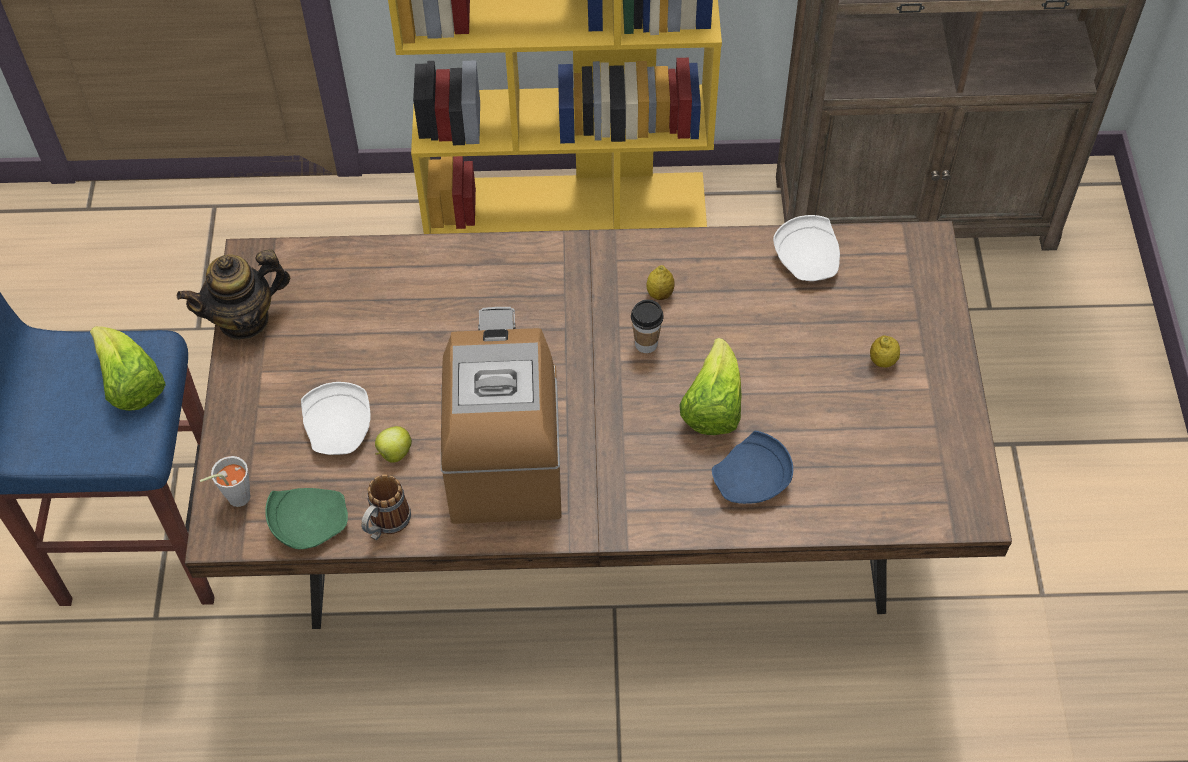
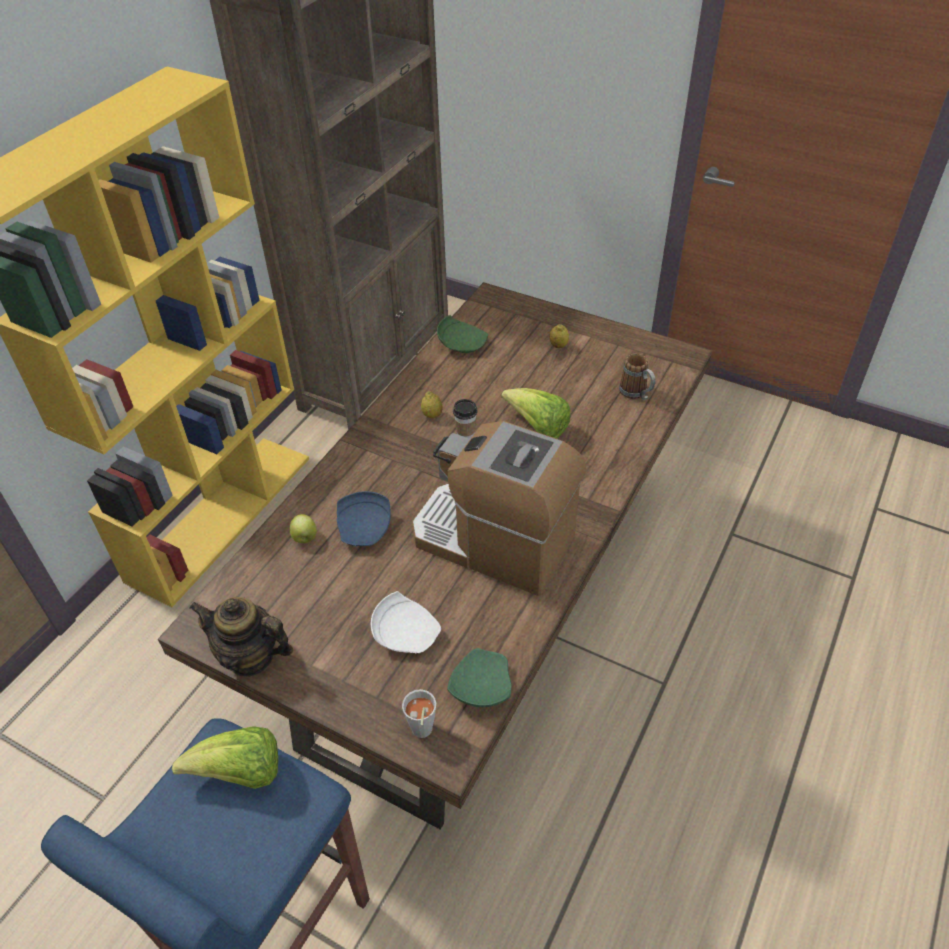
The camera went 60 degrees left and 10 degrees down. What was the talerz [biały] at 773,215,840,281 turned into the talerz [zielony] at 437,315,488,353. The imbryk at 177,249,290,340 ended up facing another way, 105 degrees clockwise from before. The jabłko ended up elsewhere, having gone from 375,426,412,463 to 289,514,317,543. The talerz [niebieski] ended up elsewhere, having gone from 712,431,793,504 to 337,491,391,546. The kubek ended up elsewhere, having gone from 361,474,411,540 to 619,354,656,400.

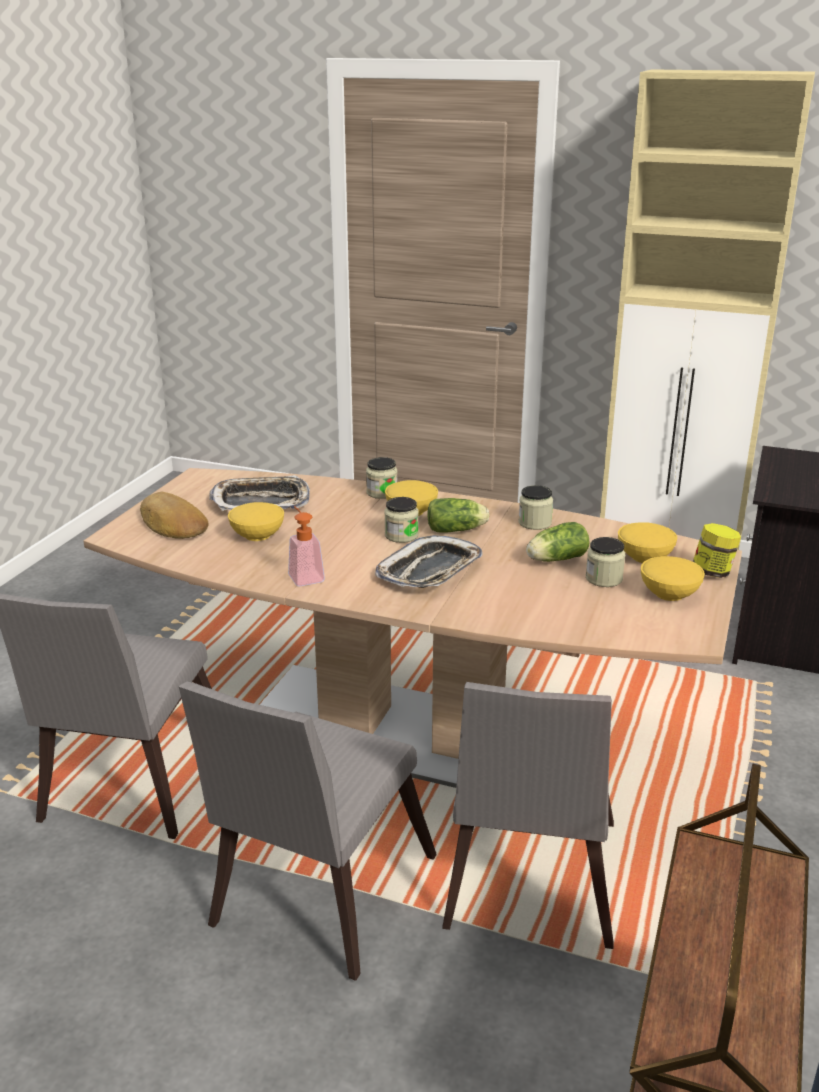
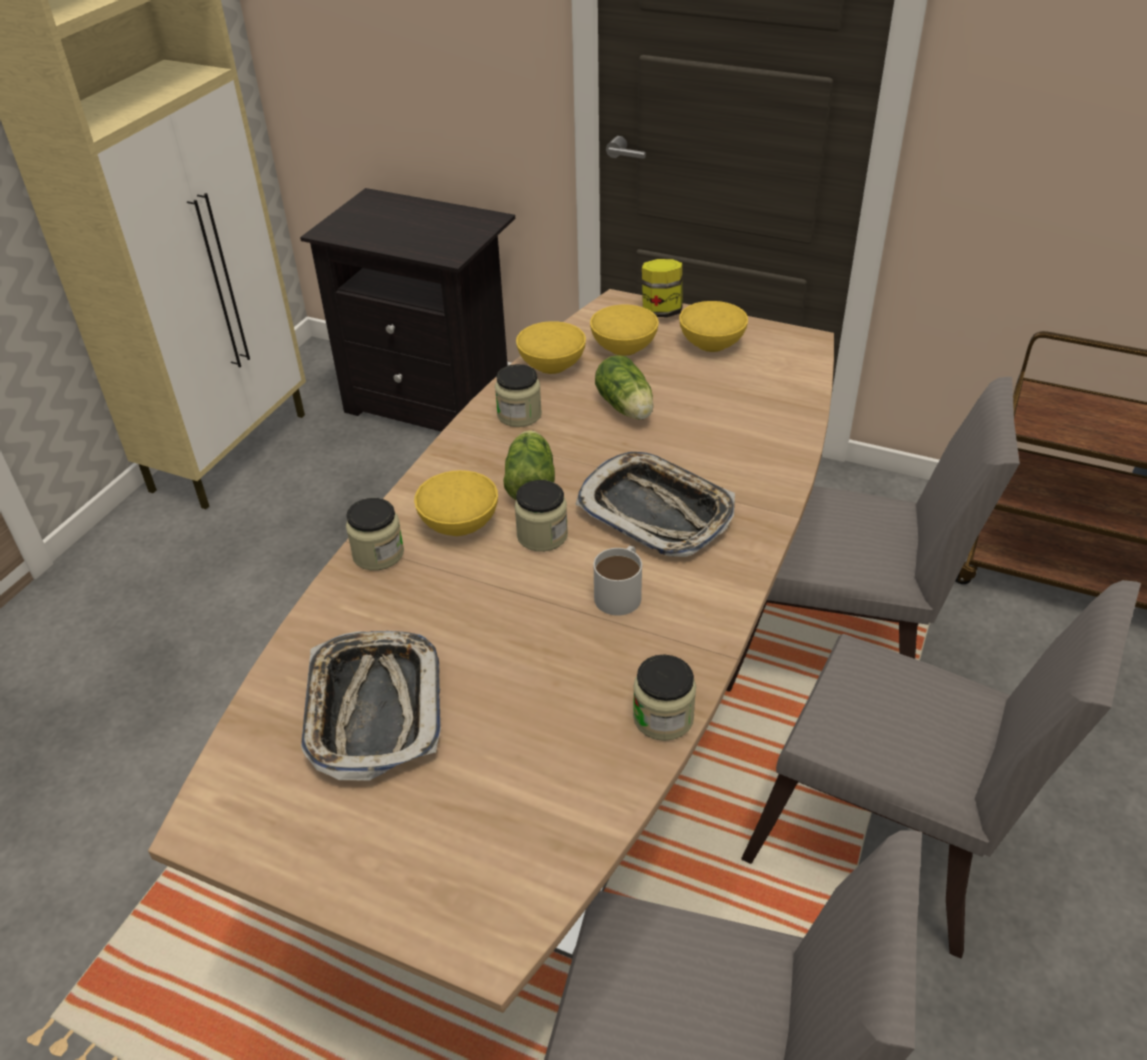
The camera went 85 degrees left and 15 degrees up. The second view lost the chleb at 140,492,209,539. The miska [żółty] ended up elsewhere, having gone from 228,502,284,541 to 516,321,586,374. The second view lost the dozownik mydła at 288,506,325,586. The słoik ended up elsewhere, having gone from 586,537,625,587 to 633,655,696,741. The second view gained the kubek [biały] at 594,546,642,616.

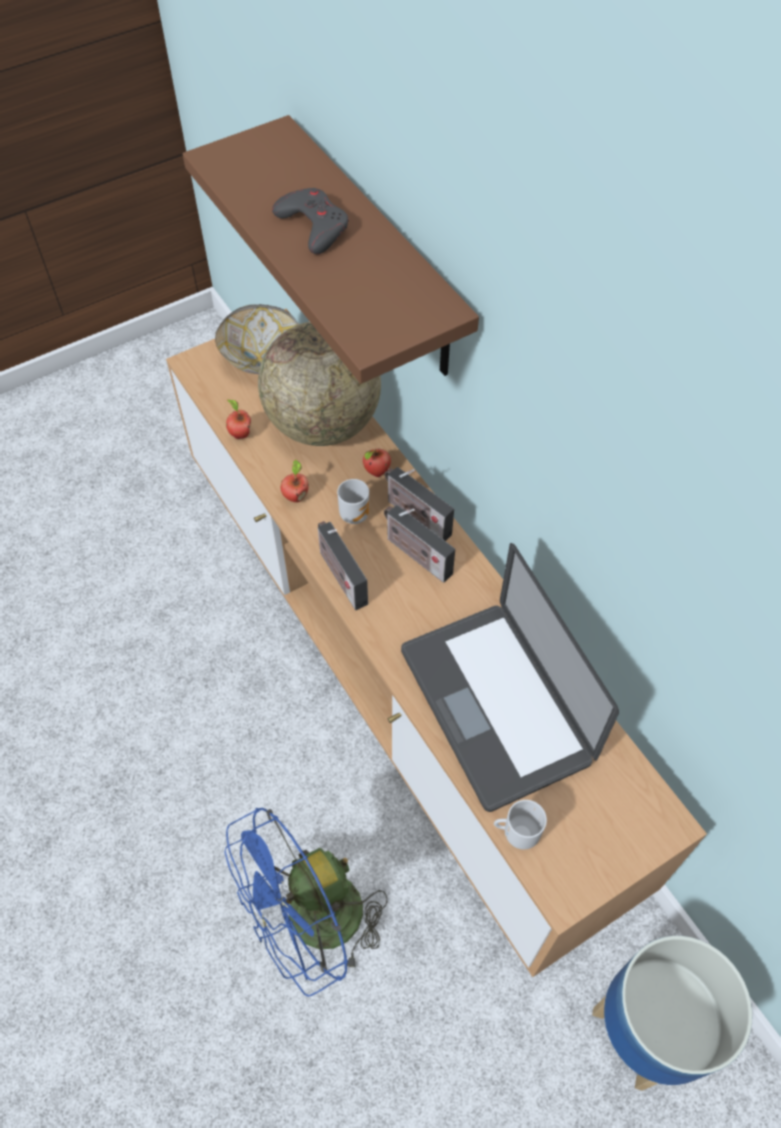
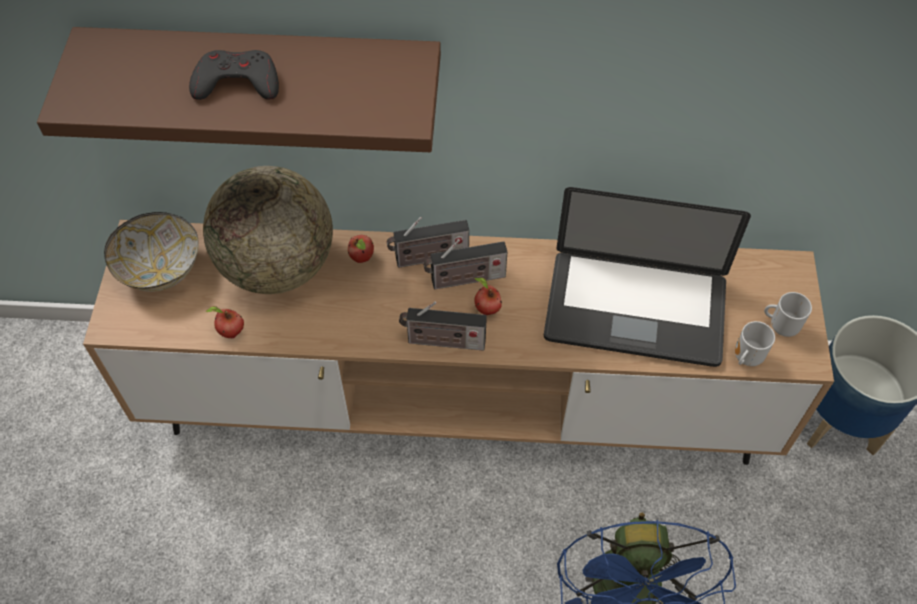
The camera went 55 degrees left and 0 degrees up. The jabłko ended up elsewhere, having gone from 281,459,309,502 to 474,278,502,315. The kubek ended up elsewhere, having gone from 337,479,369,524 to 764,292,812,337.

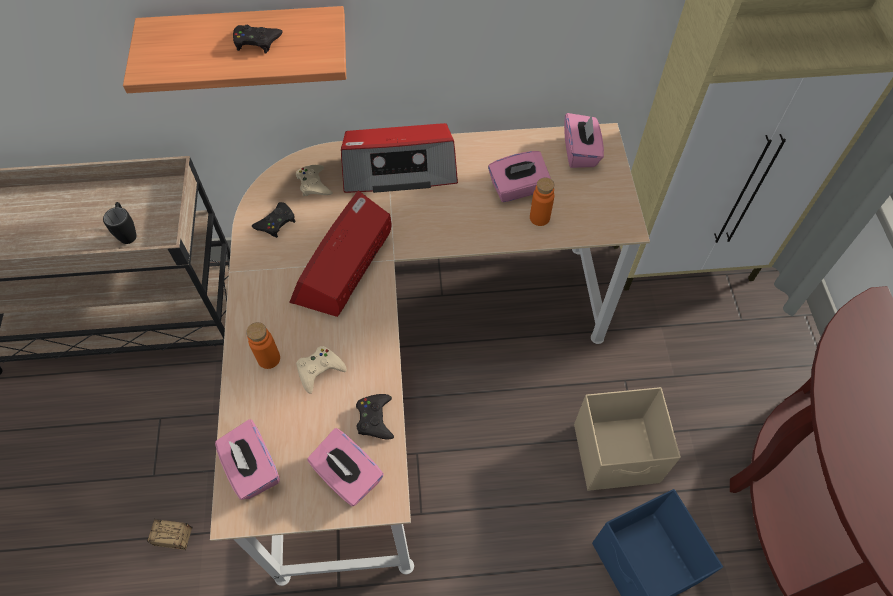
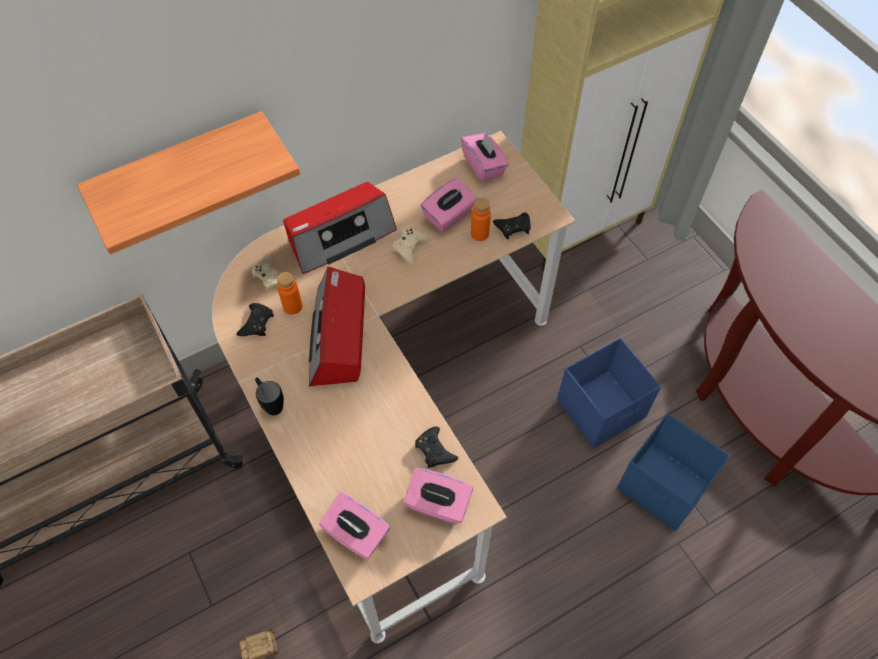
The camera went 25 degrees left and 0 degrees up. The pad do gier [czarny] ended up elsewhere, having gone from 233,25,283,53 to 493,212,530,239. The kubek [czarny] ended up elsewhere, having gone from 103,202,137,244 to 255,378,284,415. The butelka [pomarańczowy] ended up elsewhere, having gone from 246,322,280,369 to 277,272,302,315. The pad do gier [beżowy] ended up elsewhere, having gone from 296,346,347,394 to 393,228,430,264. What was the pojemnik do przechowywania [beżowy] at 574,387,681,491 turned into the pojemnik do przechowywania [niebieski] at 557,338,661,448.

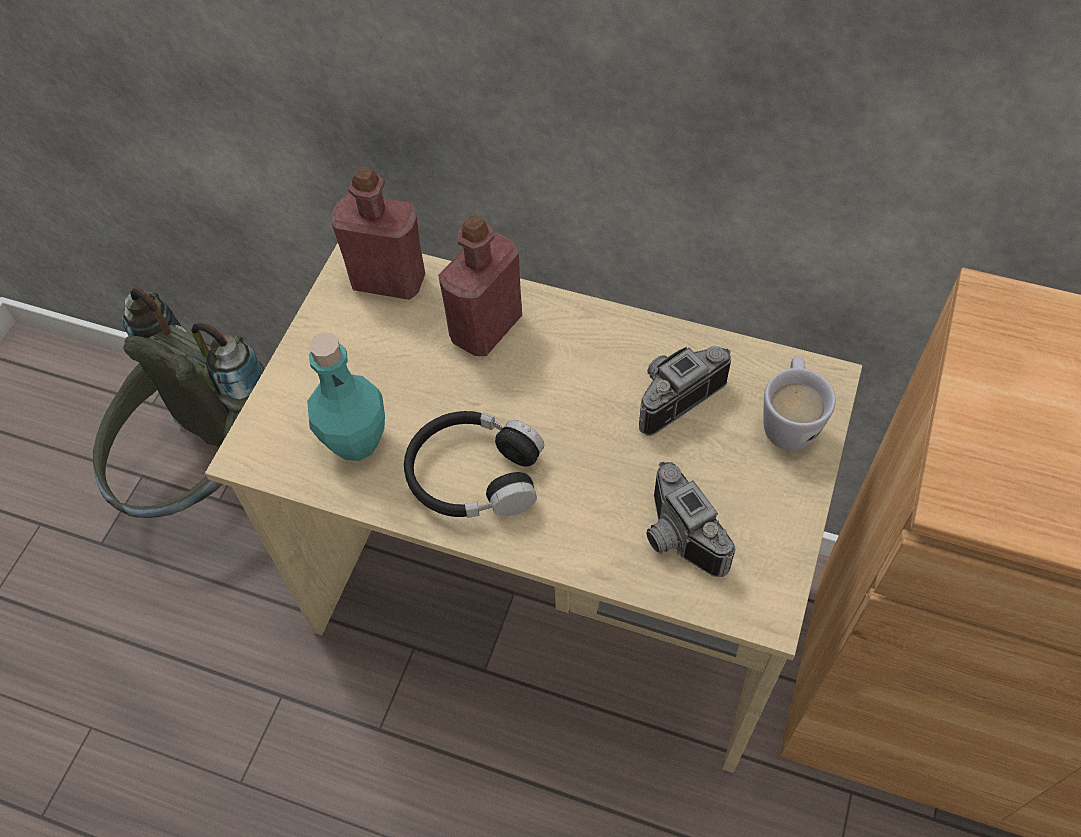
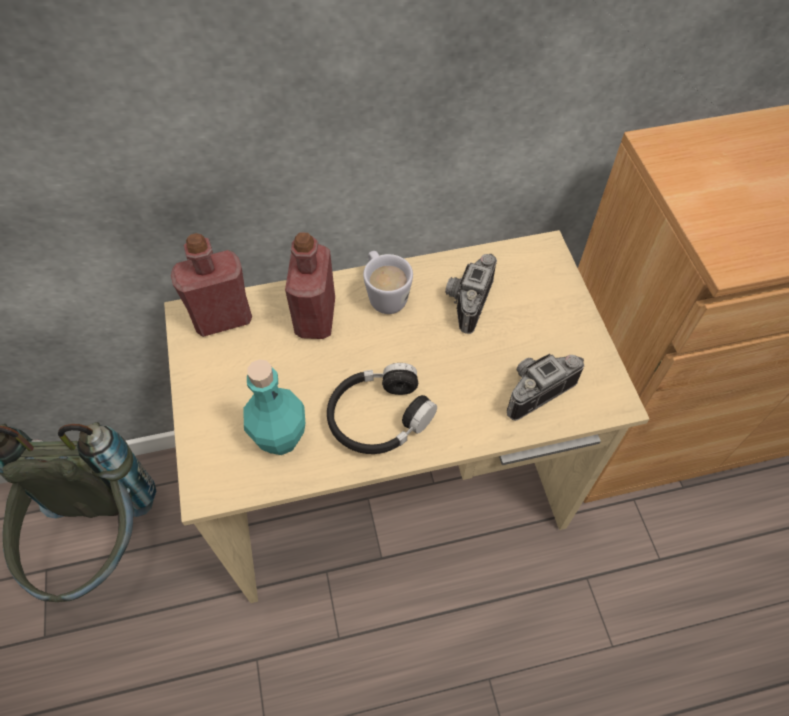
The camera went 35 degrees left and 0 degrees up. The kubek [biały] ended up elsewhere, having gone from 763,357,836,451 to 363,251,413,314. The aparat fotograficzny at 646,461,736,577 ended up facing another way, 120 degrees clockwise from before.

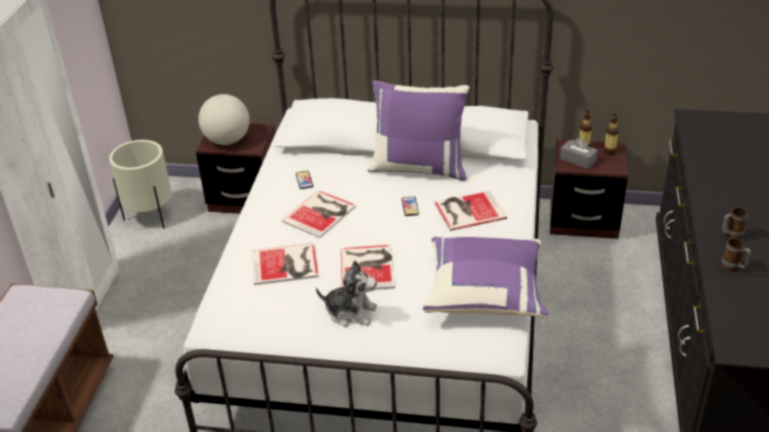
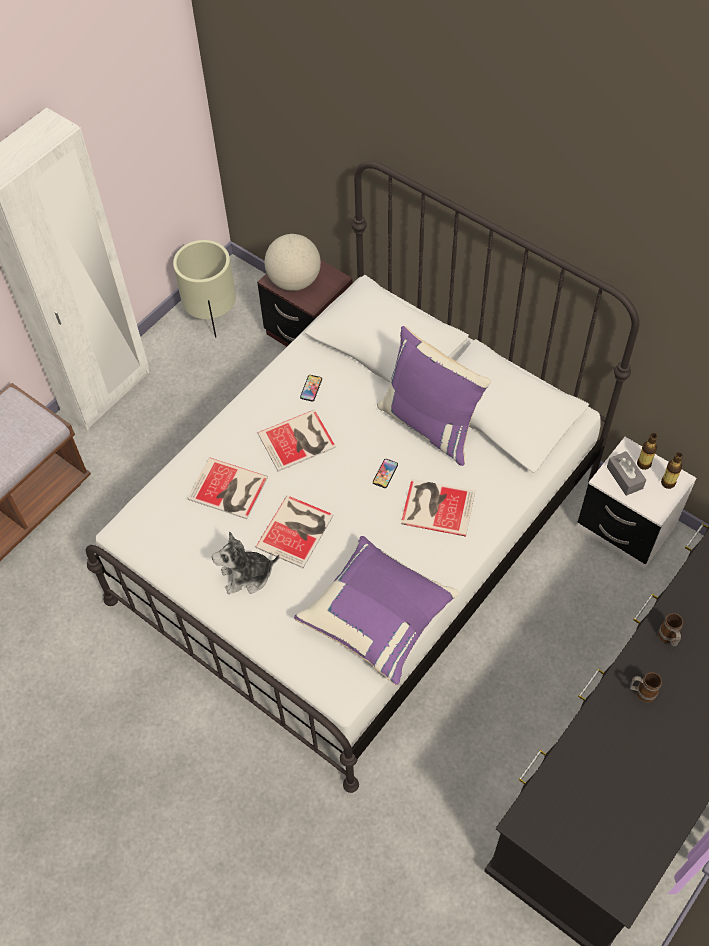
The camera went 30 degrees right and 20 degrees up. What was the szafka nocna [brązowy] at 550,139,628,239 turned into the szafka nocna [biały] at 577,437,696,569. The kubek ended up elsewhere, having gone from 721,238,751,272 to 658,613,683,647. The pluszak at 316,260,377,327 ended up facing another way, 120 degrees clockwise from before.

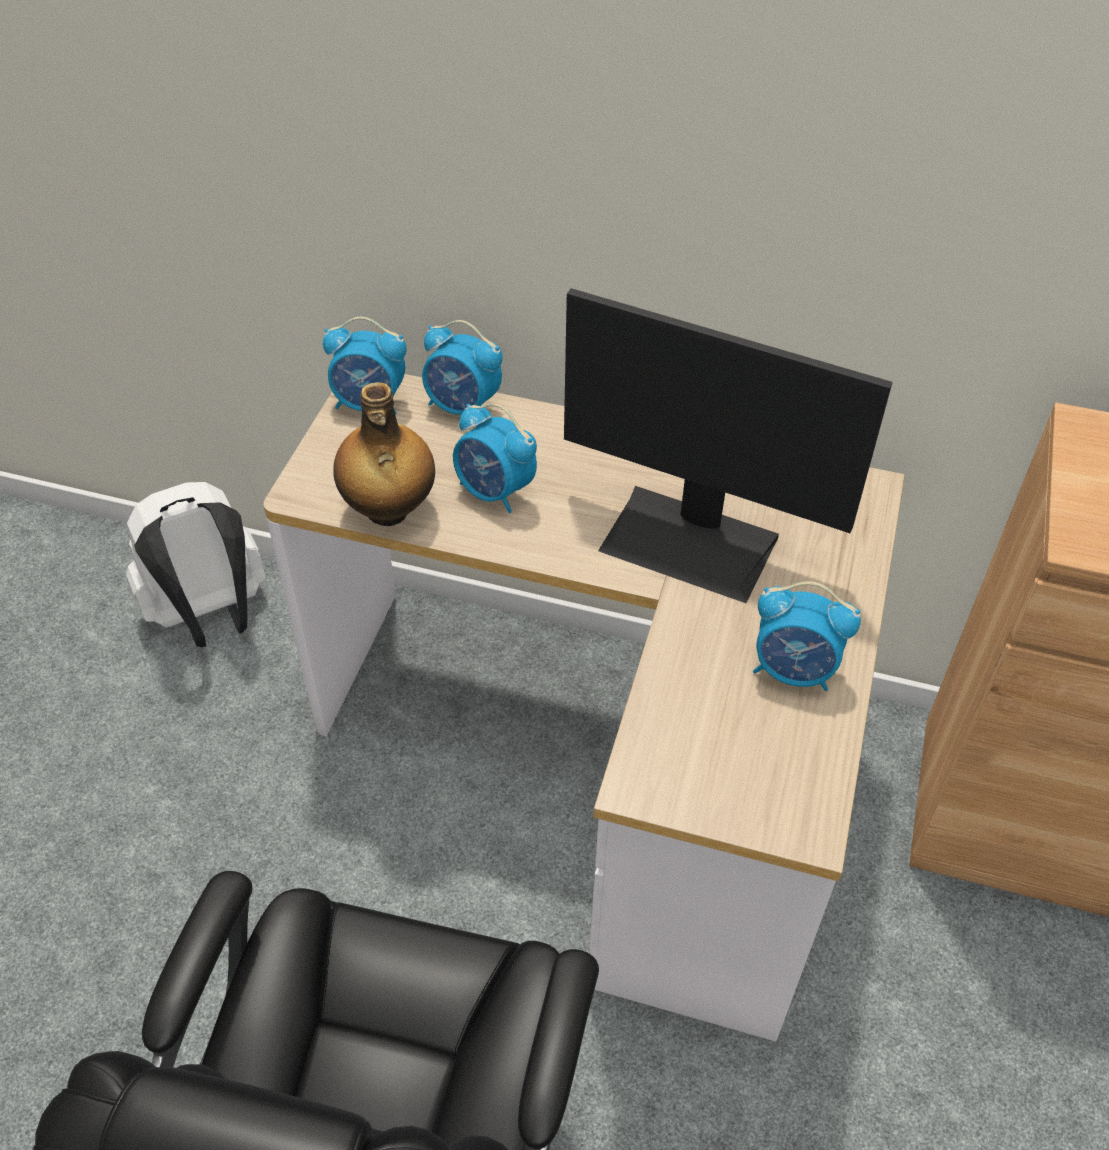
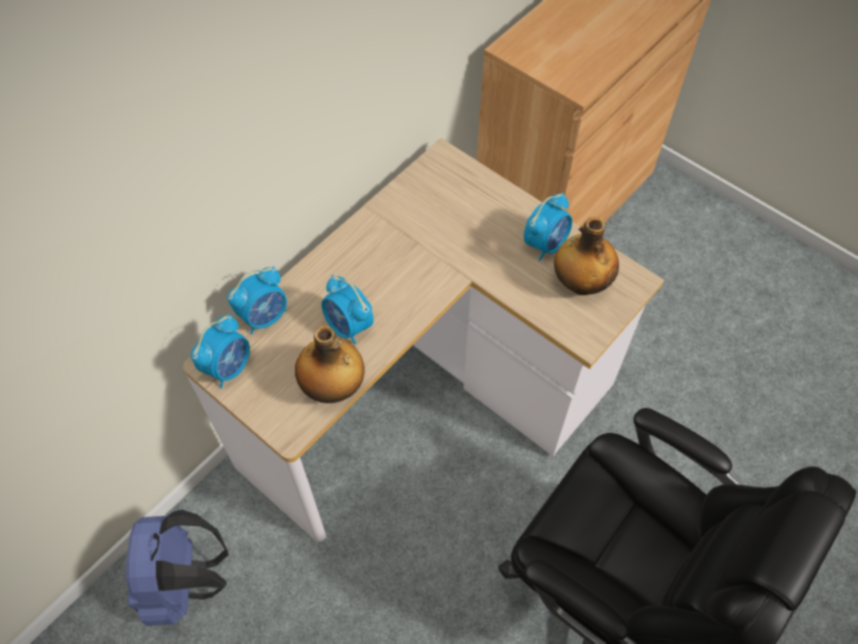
The camera went 65 degrees left and 10 degrees up. The second view lost the monitor at 564,288,892,603. The budzik at 453,403,537,513 ended up facing another way, 75 degrees clockwise from before. What was the plecak [biały] at 127,482,265,647 turned into the plecak [niebieski] at 126,509,229,626. The second view gained the butelka at 554,217,619,295.

